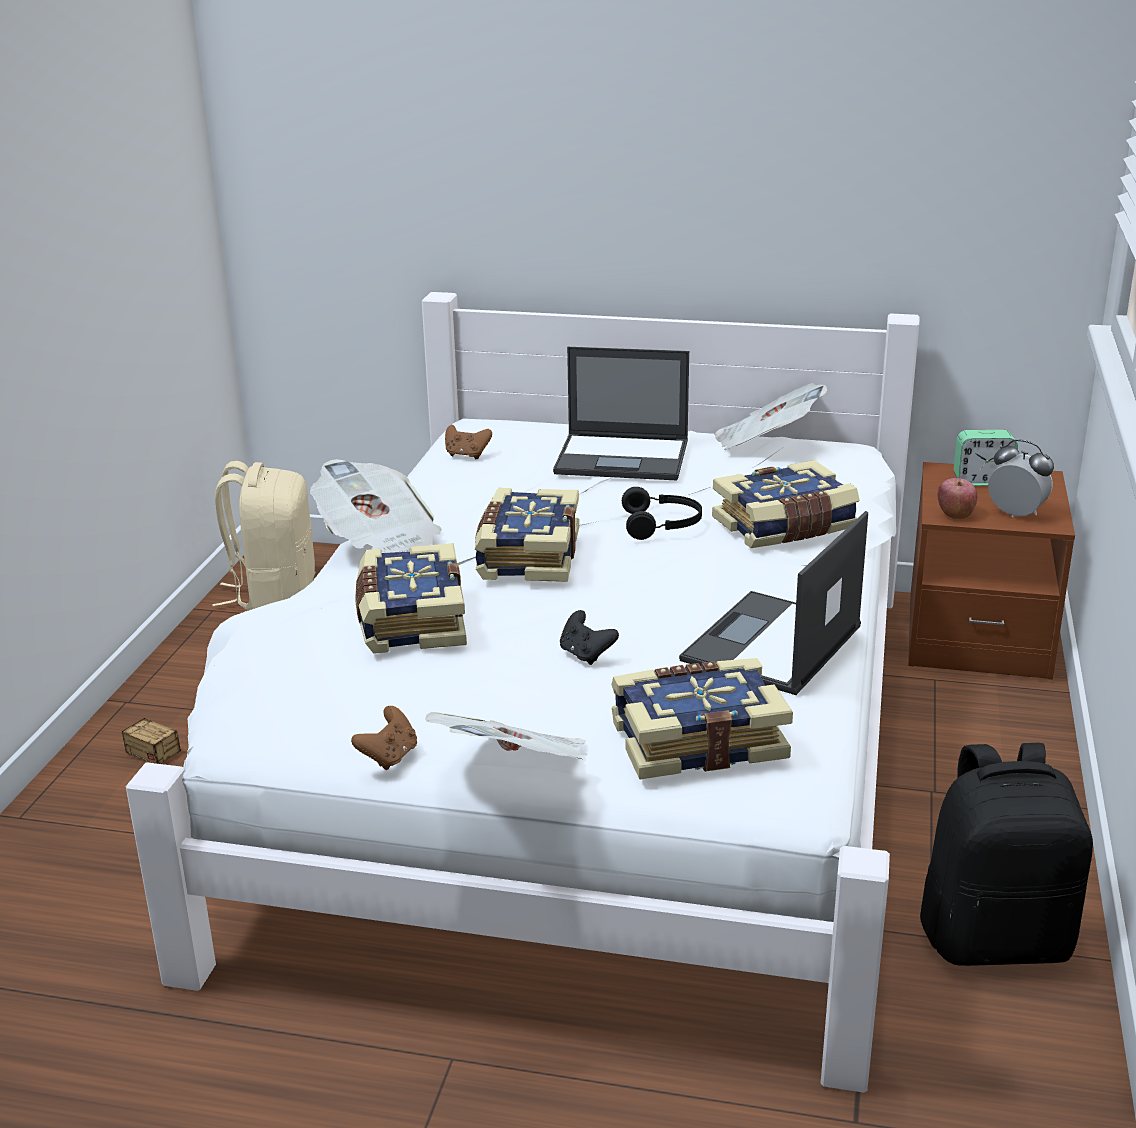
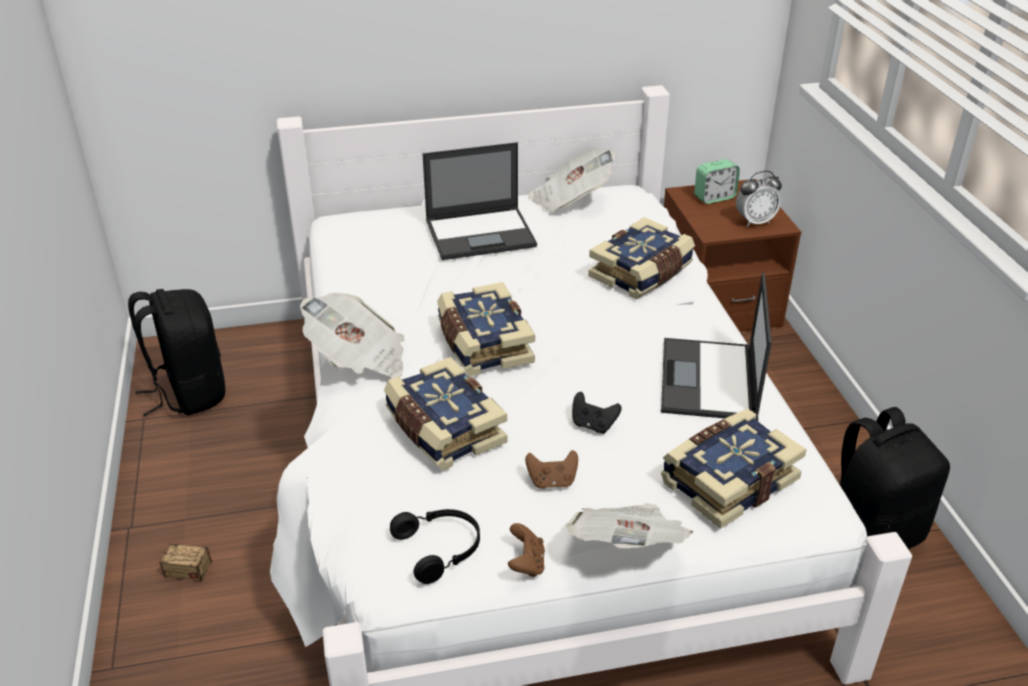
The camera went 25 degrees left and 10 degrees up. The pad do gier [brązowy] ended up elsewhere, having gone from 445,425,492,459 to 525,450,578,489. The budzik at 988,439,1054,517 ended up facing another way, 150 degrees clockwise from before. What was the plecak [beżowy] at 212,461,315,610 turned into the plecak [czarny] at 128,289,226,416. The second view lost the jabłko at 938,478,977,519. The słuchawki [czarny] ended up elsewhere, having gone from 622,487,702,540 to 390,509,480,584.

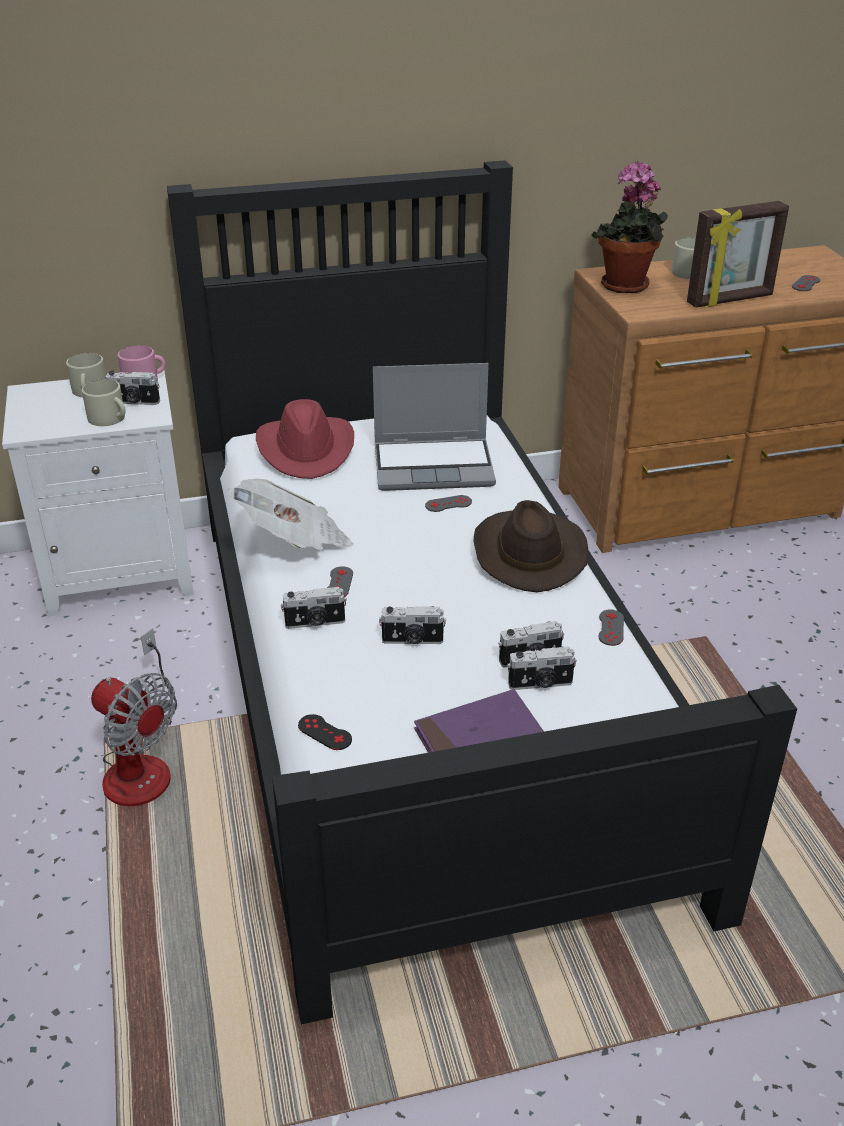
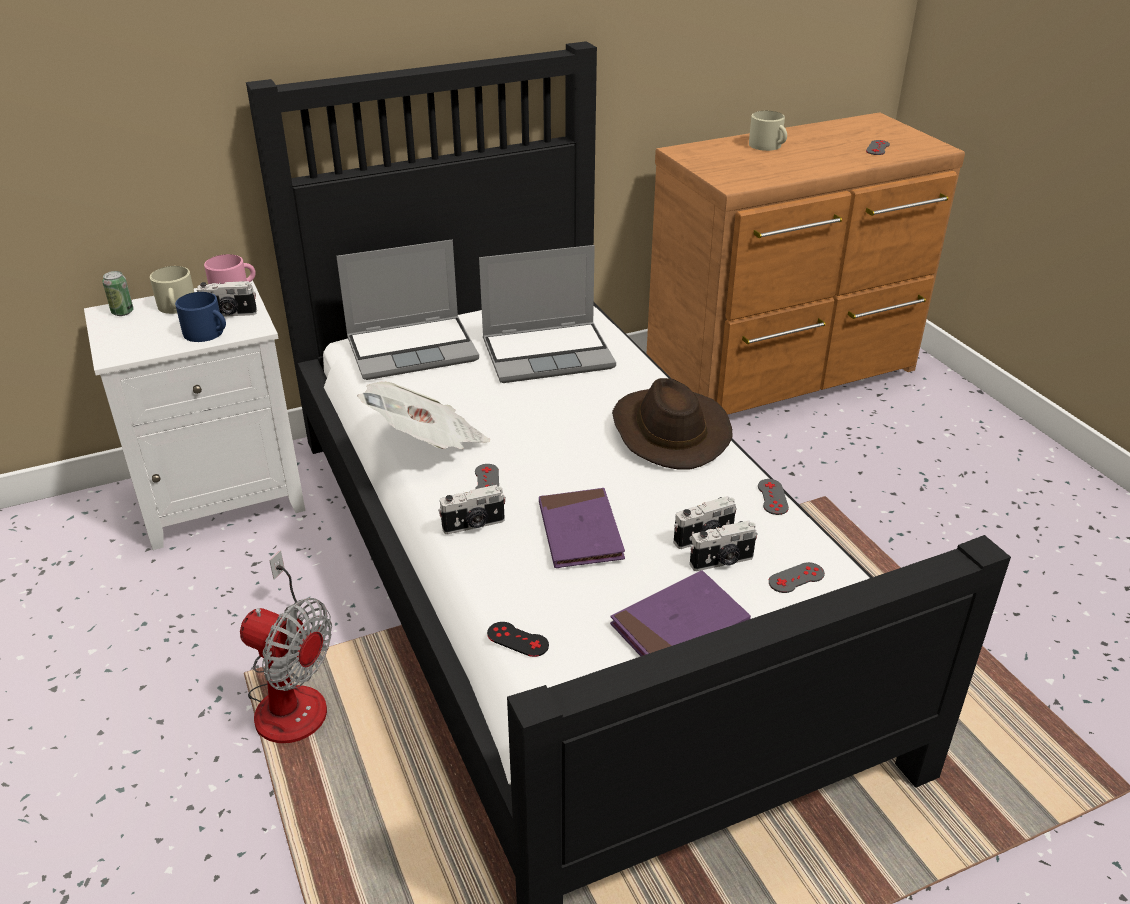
The camera went 10 degrees left and 0 degrees up. The second view lost the roślina doniczkowa at 591,161,668,293. The second view lost the ramka na zdjęcie at 687,201,789,308. What was the kubek [beżowy] at 82,379,126,426 turned into the kubek [niebieski] at 175,292,226,342. Where the kapelusz [czerwony] stood at 256,399,354,479, the laptop came to stand at 336,240,479,380. The pad do gier [szary] ended up elsewhere, having gone from 425,495,472,512 to 769,562,825,593. Where the aparat fotograficzny stood at 379,606,446,644, the książka [fioletowy] came to stand at 539,488,625,568. The second view gained the puszka at 102,271,134,316.

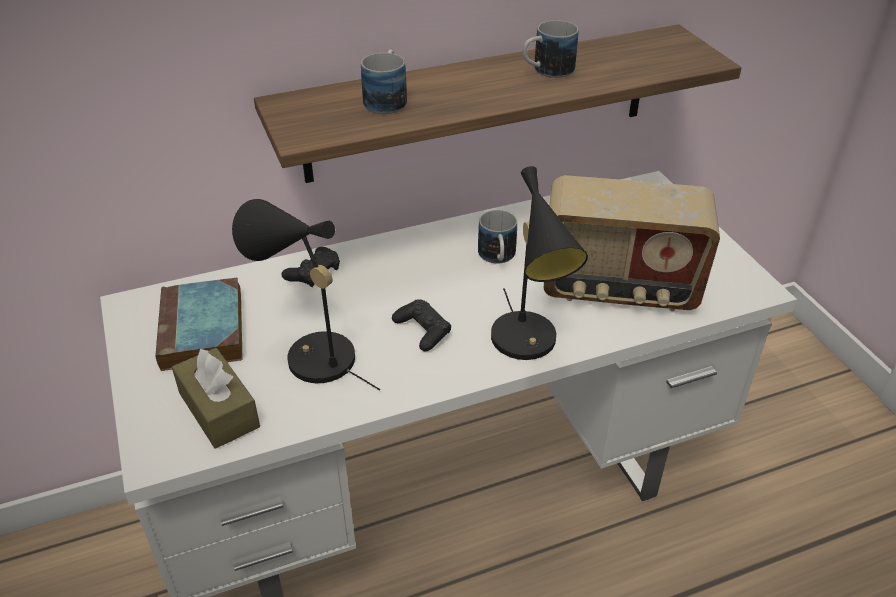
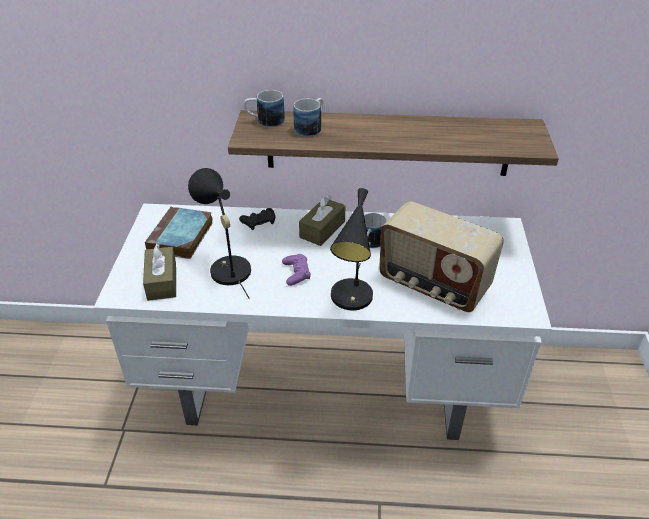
The camera went 25 degrees right and 0 degrees up. The kubek ended up elsewhere, having gone from 523,20,578,78 to 244,90,285,127. What was the pad do gier [czarny] at 392,299,451,352 turned into the pad do gier [fioletowy] at 282,254,311,286. The second view gained the pudełko chusteczek [brązowy] at 299,195,345,246.

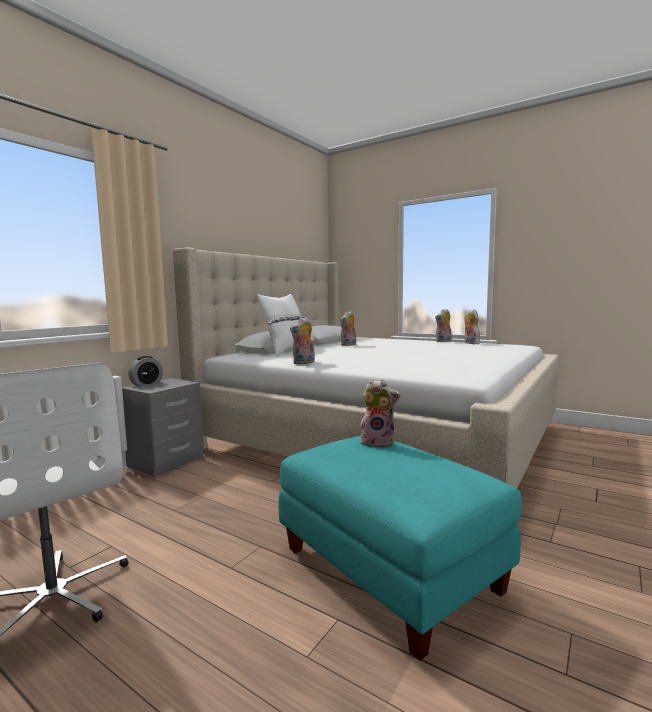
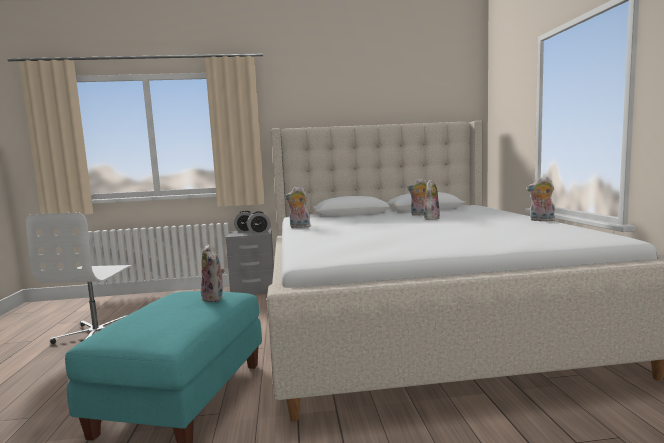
The camera went 50 degrees right and 0 degrees up. The second view lost the poduszka [biały] at 257,294,305,356. The pluszak ended up elsewhere, having gone from 464,309,480,344 to 422,180,440,220. The second view gained the budzik at 247,211,271,234.

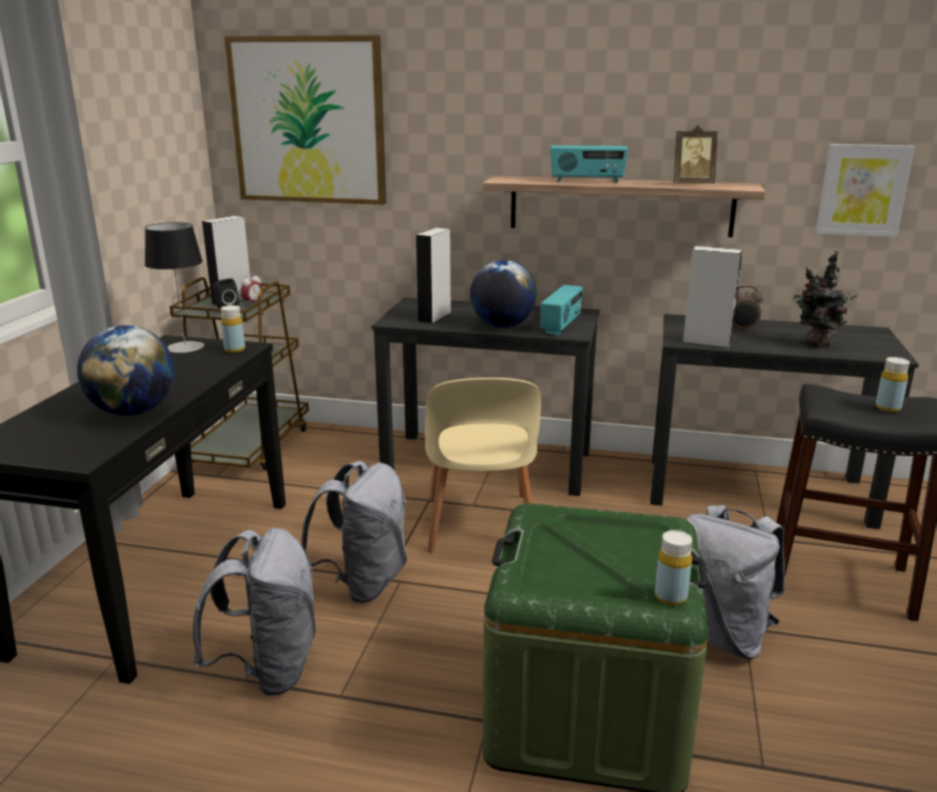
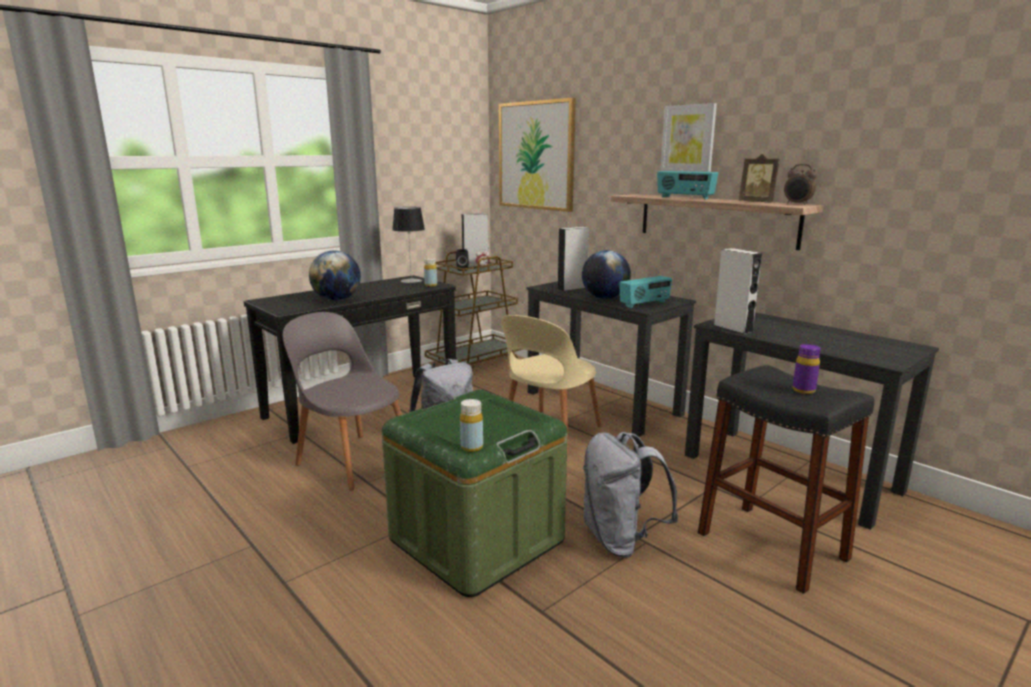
The camera went 35 degrees right and 5 degrees down. The obraz ended up elsewhere, having gone from 816,144,915,237 to 660,103,717,172. The second view lost the roślina doniczkowa at 792,250,858,348. The budzik ended up elsewhere, having gone from 732,285,763,331 to 784,164,817,205. What was the butelka [żółty] at 875,357,910,412 turned into the butelka [fioletowy] at 793,344,821,394. Where the plecak [szary] stood at 192,528,316,696, the krzesło [szary] came to stand at 283,312,402,490.

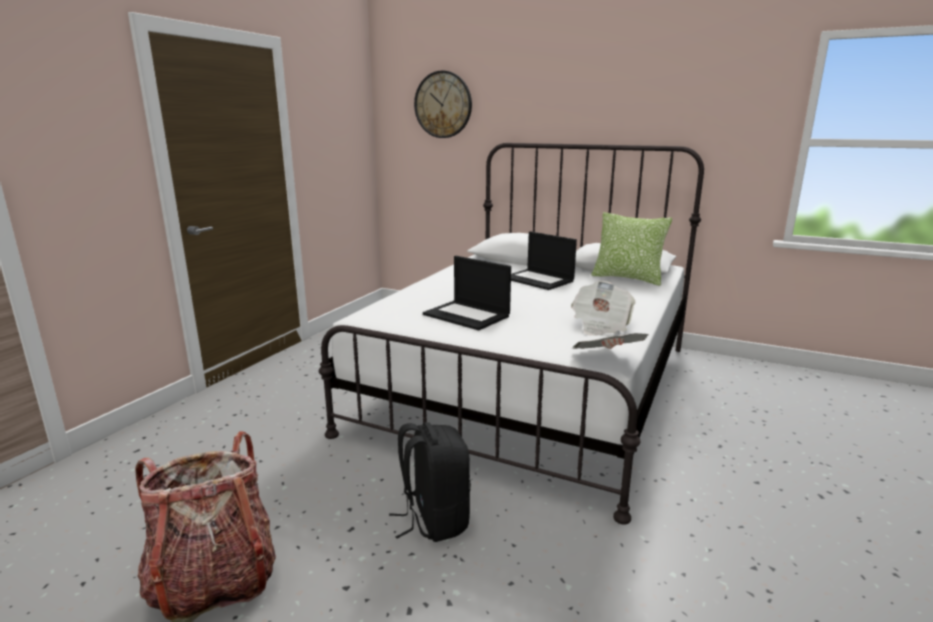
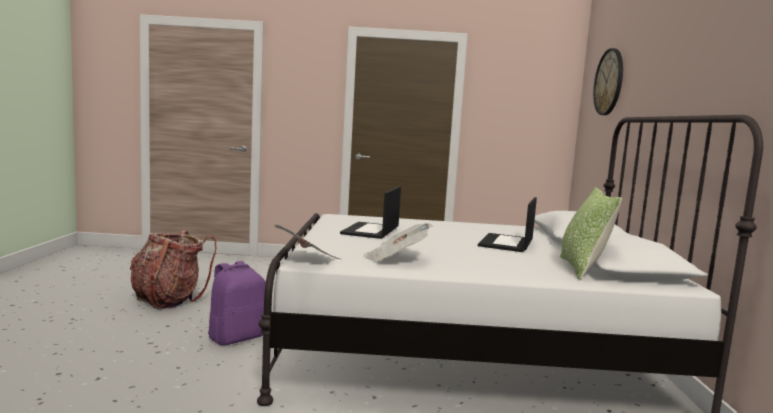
The camera went 65 degrees right and 10 degrees down. What was the plecak [czarny] at 389,422,471,542 turned into the plecak [fioletowy] at 208,261,266,346.

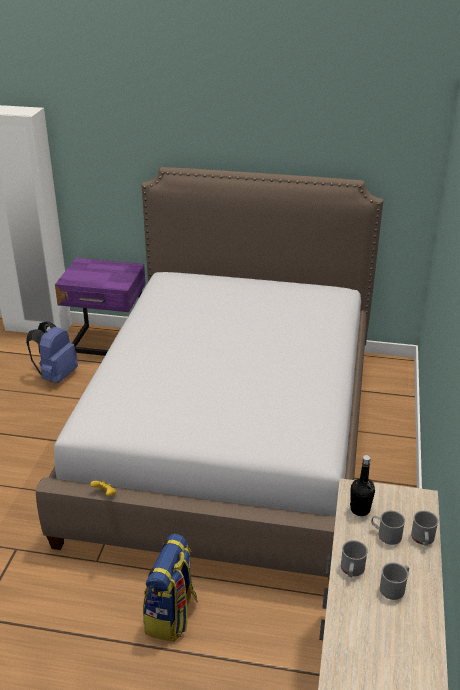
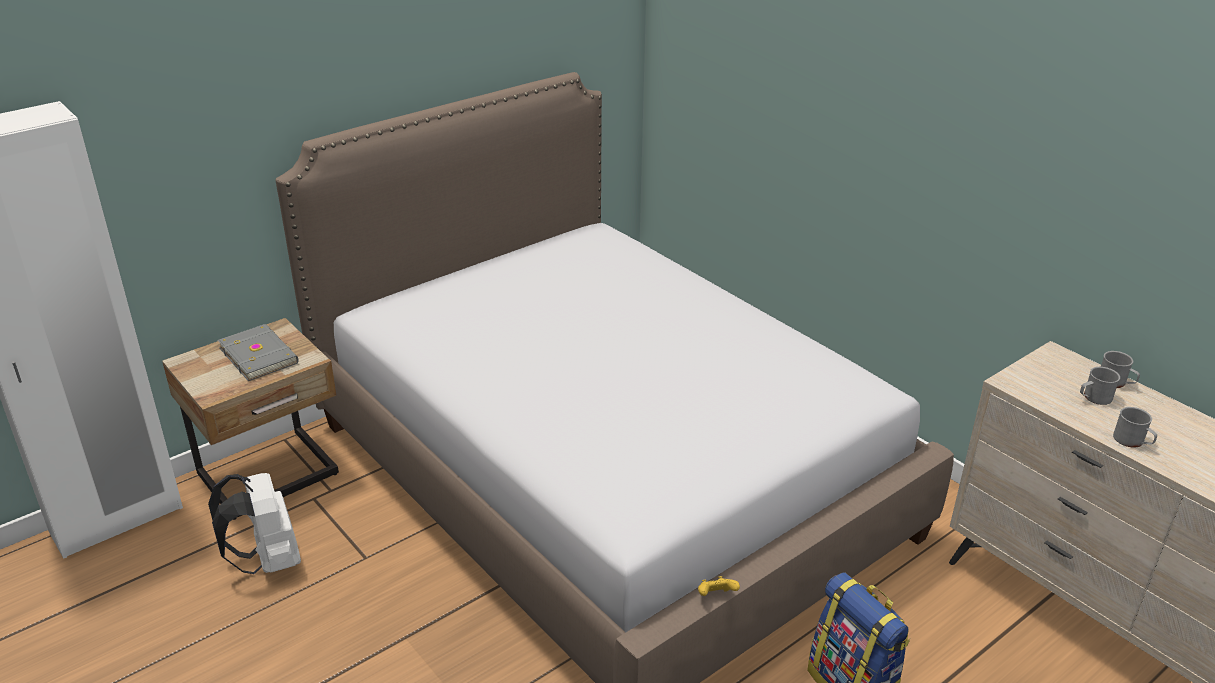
The camera went 50 degrees left and 0 degrees up. What was the szafka nocna [fioletowy] at 55,258,145,356 turned into the szafka nocna [beżowy] at 162,318,339,520. What was the plecak [niebieski] at 26,321,78,383 turned into the plecak [biały] at 208,473,301,574. The second view lost the butelka [czarny] at 350,455,375,516. The second view lost the kubek [szary] at 380,563,409,600. The second view gained the książka [szary] at 218,324,299,381.

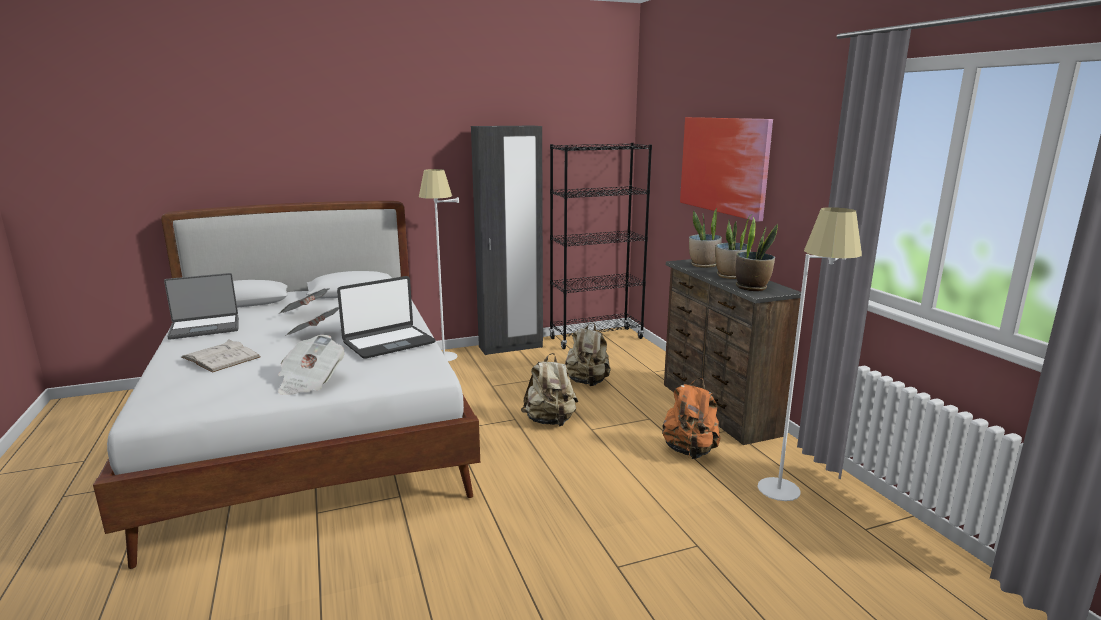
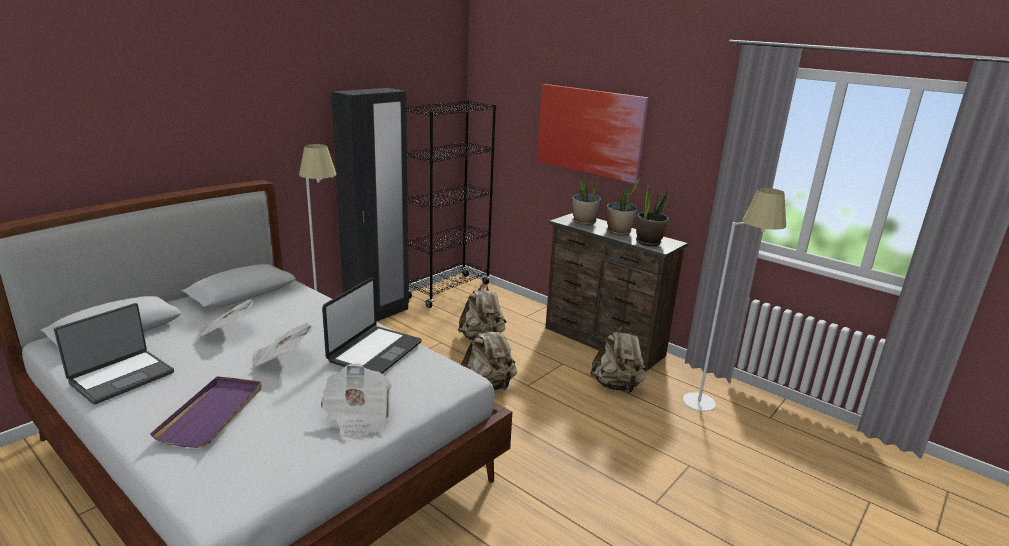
The camera went 30 degrees left and 5 degrees up. Where the książka [biały] stood at 181,340,261,372, the taca [fioletowy] came to stand at 150,376,262,448. What was the plecak [pomarańczowy] at 662,378,720,459 turned into the plecak [beżowy] at 590,325,647,393.

